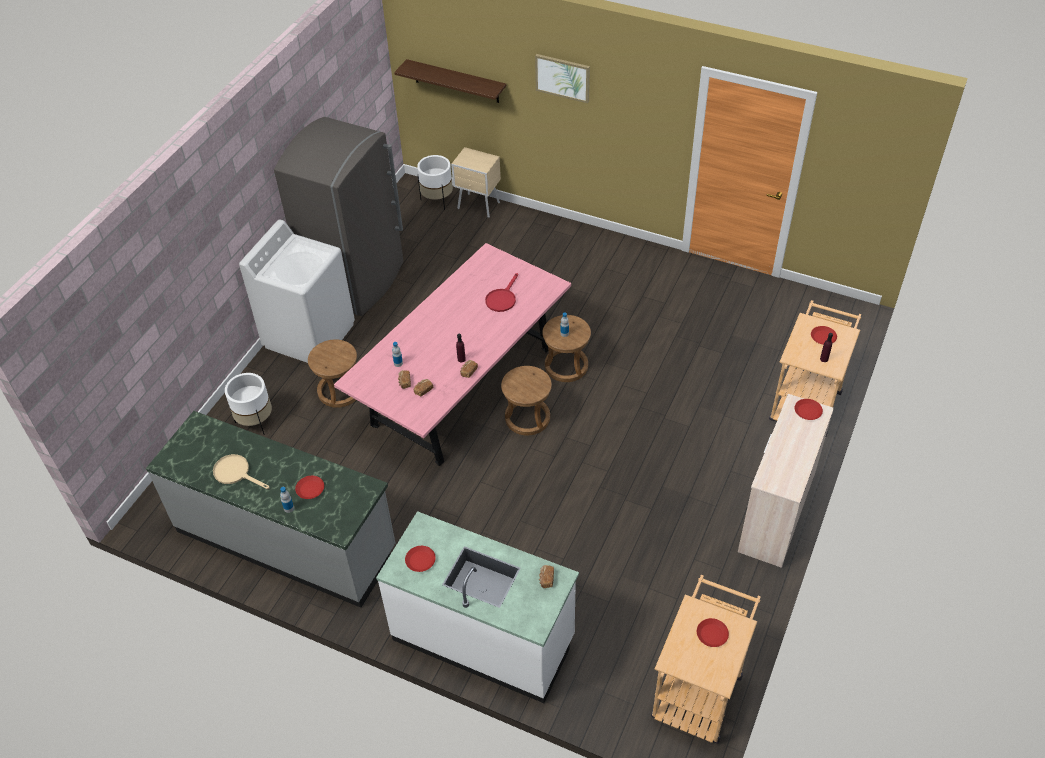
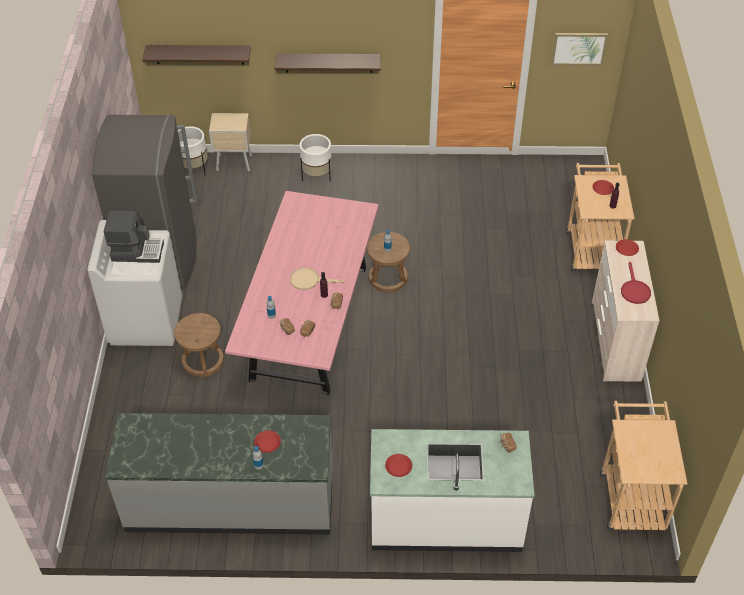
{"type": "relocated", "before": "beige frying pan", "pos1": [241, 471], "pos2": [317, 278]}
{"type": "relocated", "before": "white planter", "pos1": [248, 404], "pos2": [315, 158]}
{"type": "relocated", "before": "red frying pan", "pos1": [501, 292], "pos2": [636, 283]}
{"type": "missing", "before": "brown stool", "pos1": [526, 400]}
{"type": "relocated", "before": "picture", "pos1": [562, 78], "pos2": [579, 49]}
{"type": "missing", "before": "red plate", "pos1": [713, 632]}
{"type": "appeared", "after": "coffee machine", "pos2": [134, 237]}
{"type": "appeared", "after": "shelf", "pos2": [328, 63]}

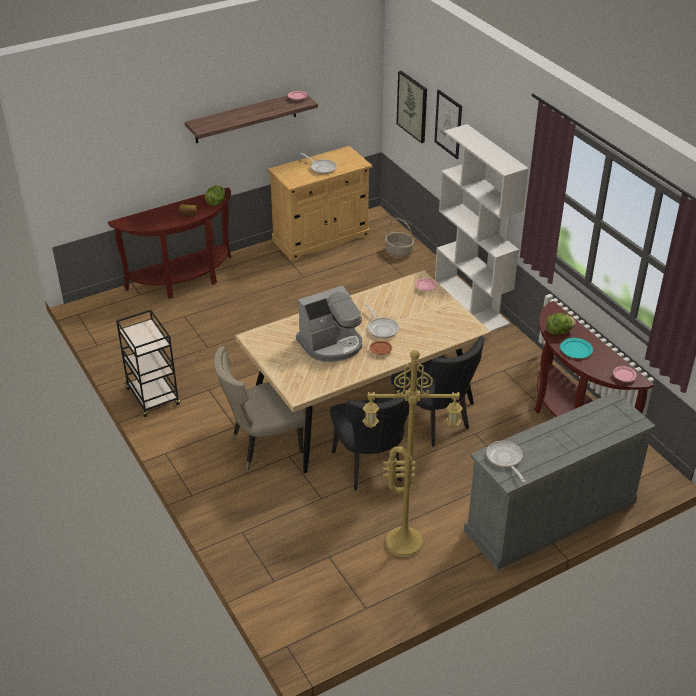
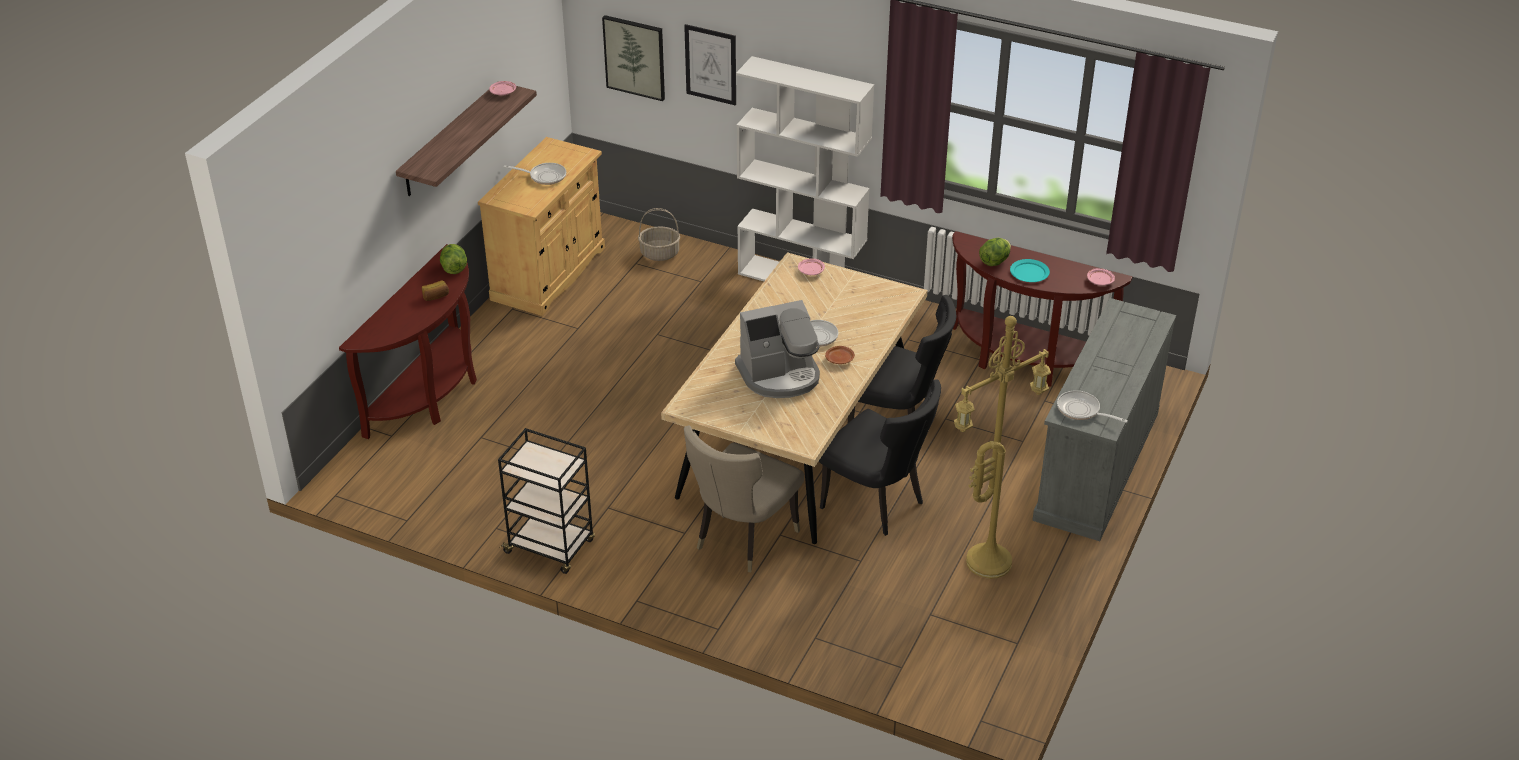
{"type": "spun", "before": "coffee machine", "pos1": [329, 323], "pos2": [777, 349], "turn": 45}

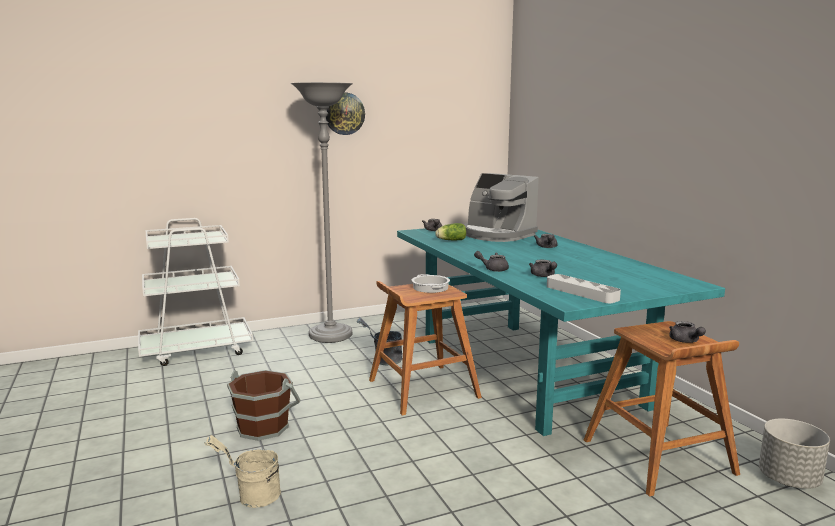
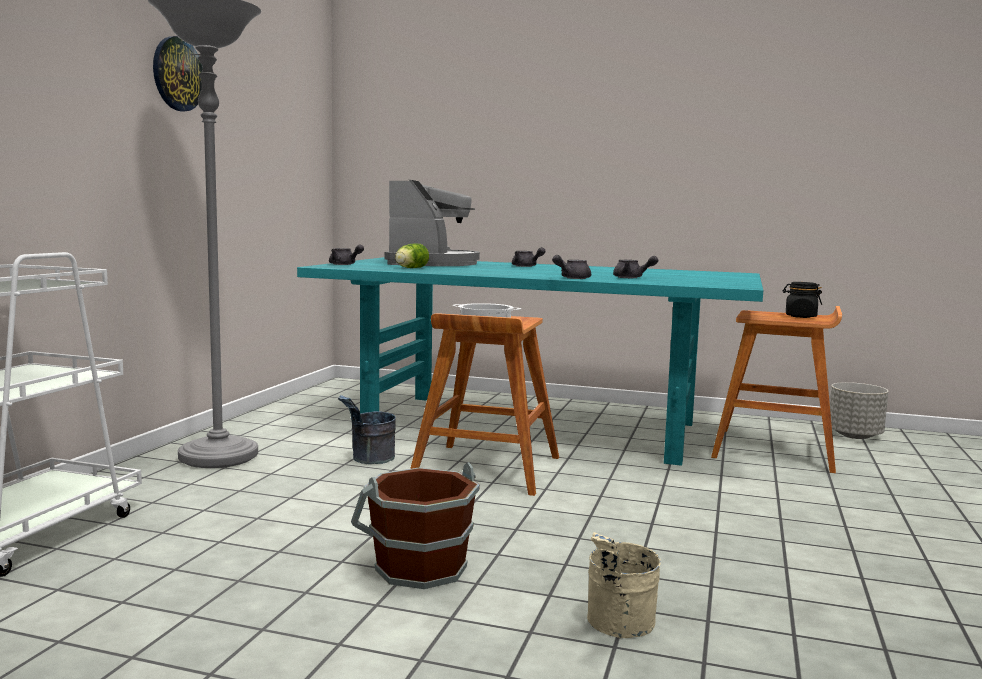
{"type": "spun", "before": "coffee machine", "pos1": [501, 207], "pos2": [432, 223], "turn": -75}
{"type": "missing", "before": "grey tray", "pos1": [584, 288]}
{"type": "exchanged", "before": "grey teapot", "after": "black jar", "pos1": [687, 332], "pos2": [802, 300]}

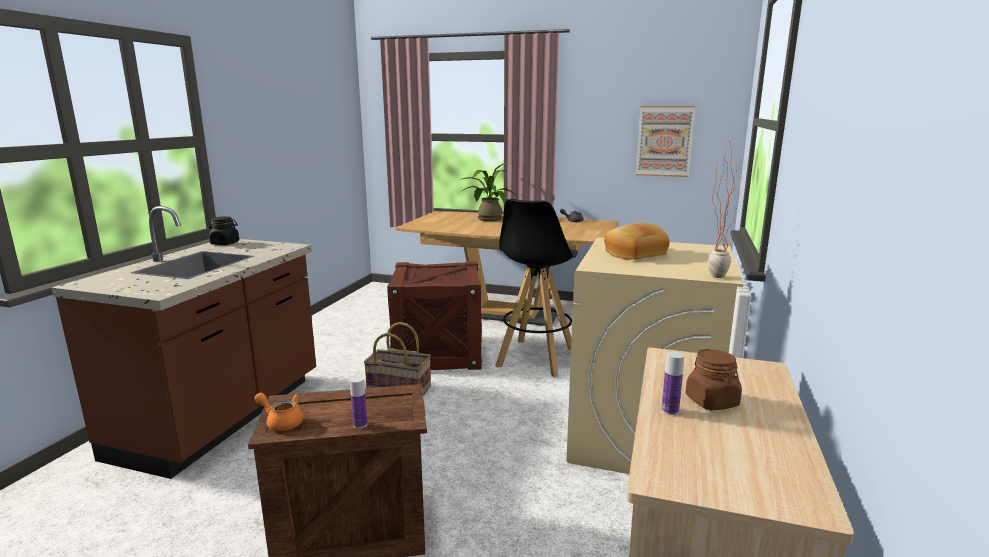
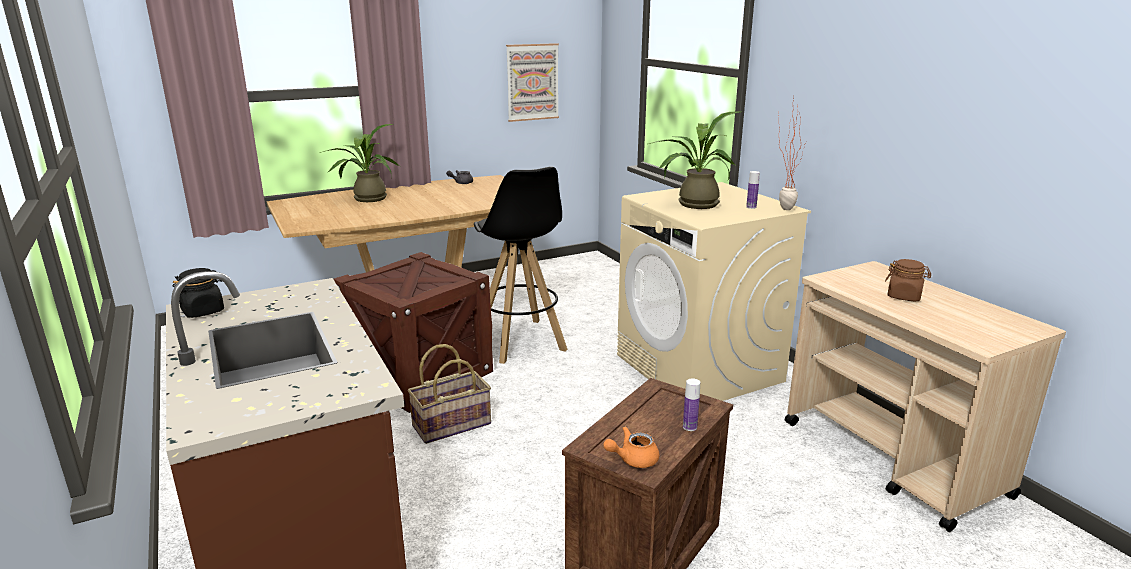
{"type": "exchanged", "before": "bread", "after": "potted plant", "pos1": [637, 241], "pos2": [695, 160]}
{"type": "relocated", "before": "bottle", "pos1": [672, 383], "pos2": [753, 190]}

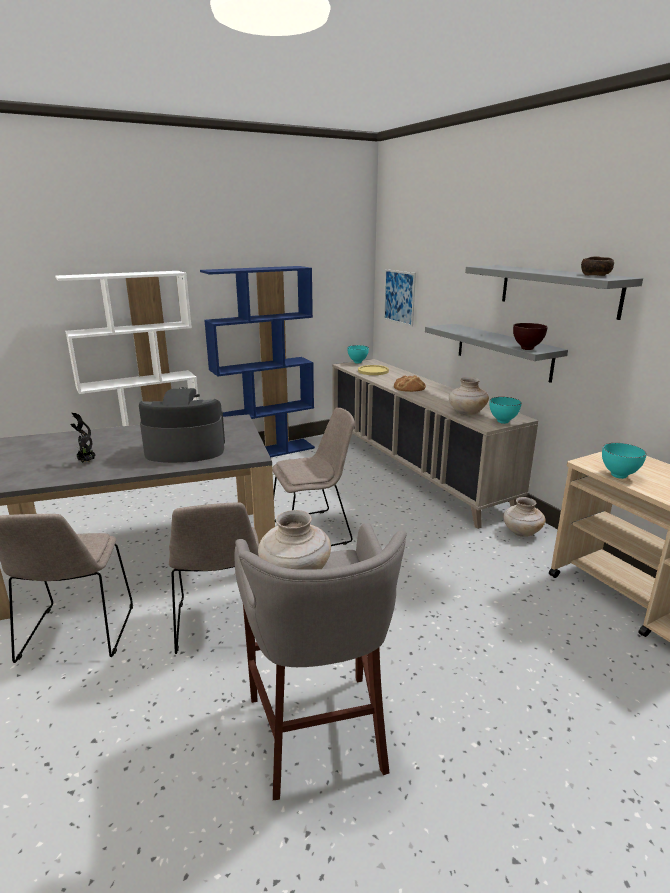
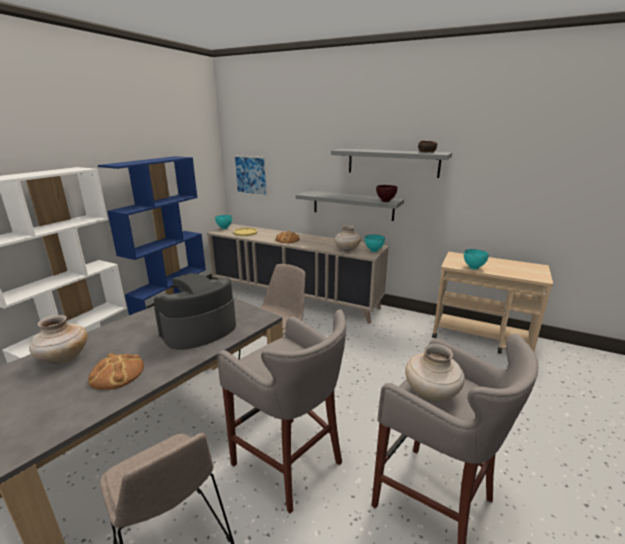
{"type": "exchanged", "before": "potted plant", "after": "bread", "pos1": [82, 438], "pos2": [116, 371]}
{"type": "exchanged", "before": "beige chair", "after": "grey stool", "pos1": [214, 578], "pos2": [281, 411]}
{"type": "relocated", "before": "beige vase", "pos1": [524, 517], "pos2": [58, 339]}

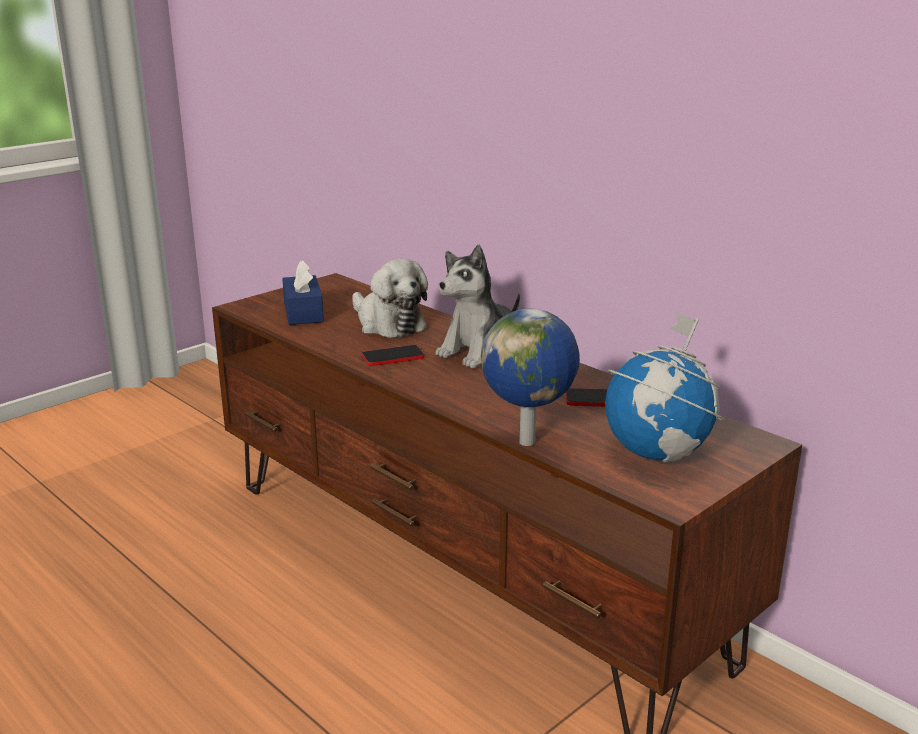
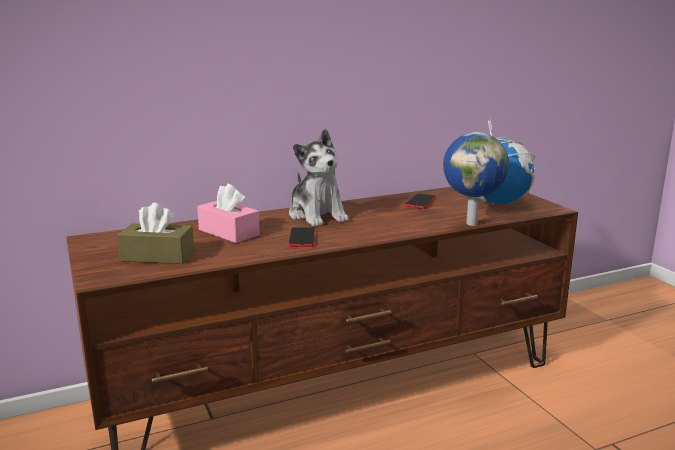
{"type": "colour", "before": "blue tissue box", "after": "brown tissue box", "pos1": [303, 292], "pos2": [155, 233]}
{"type": "exchanged", "before": "plush toy", "after": "pink tissue box", "pos1": [390, 298], "pos2": [228, 213]}

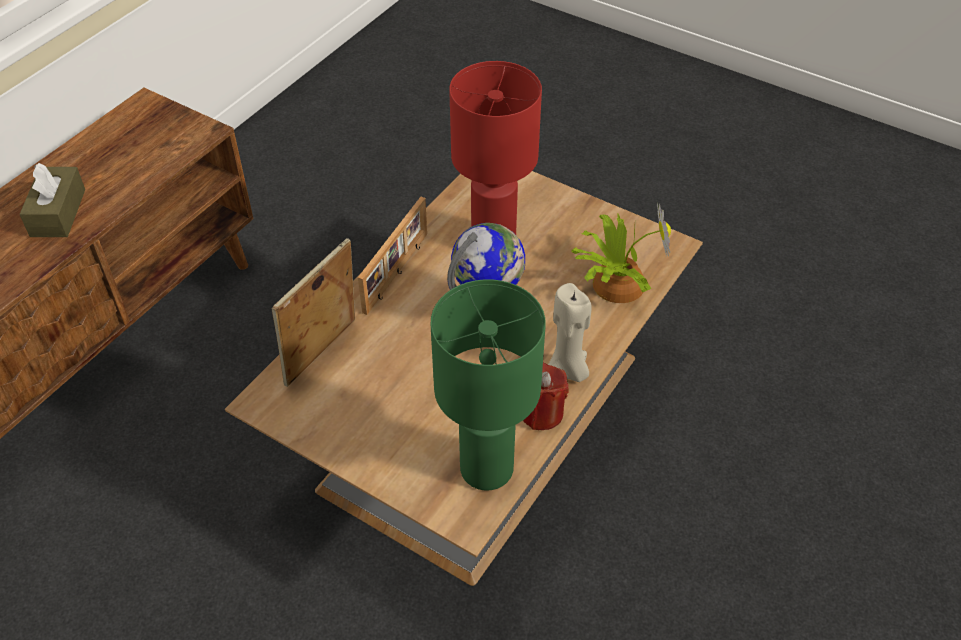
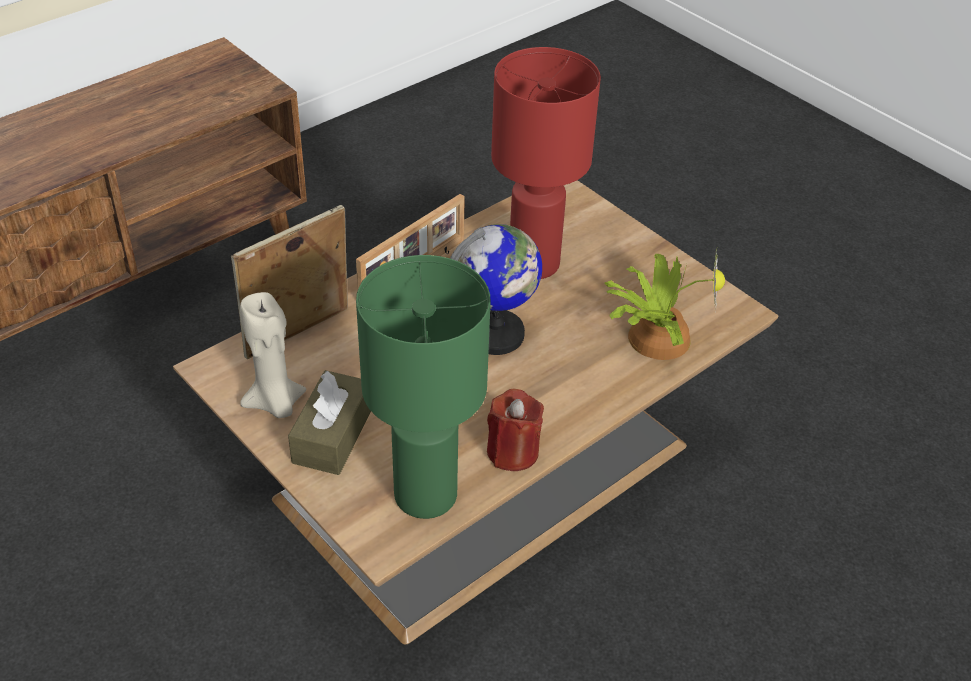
{"type": "relocated", "before": "brown tissue box", "pos1": [52, 200], "pos2": [329, 422]}
{"type": "relocated", "before": "beige candle", "pos1": [570, 332], "pos2": [273, 355]}

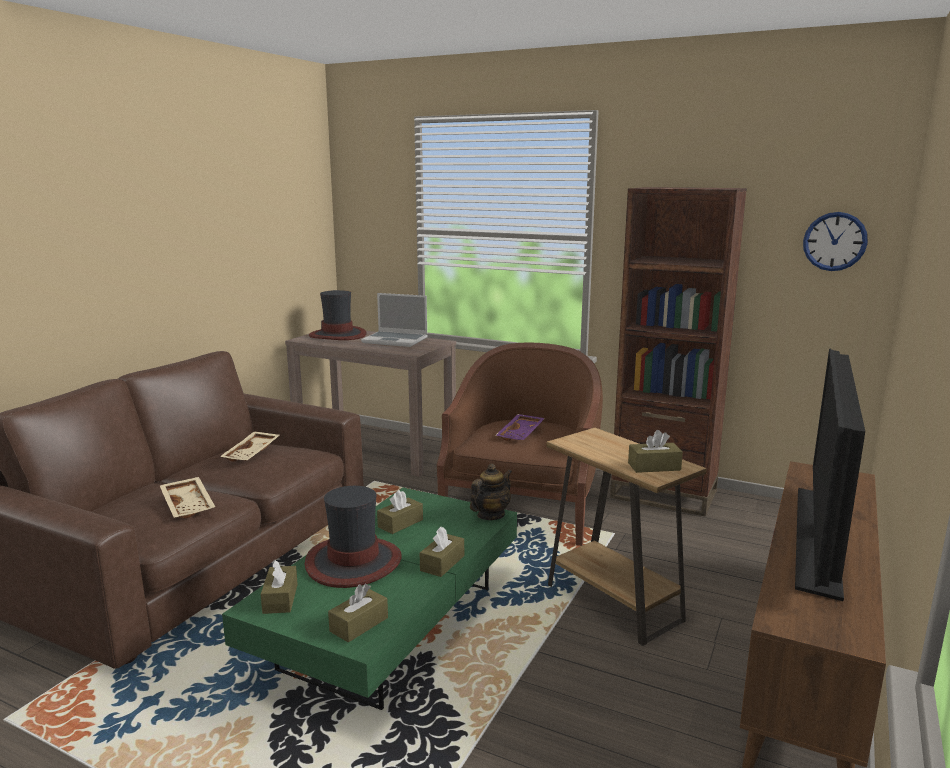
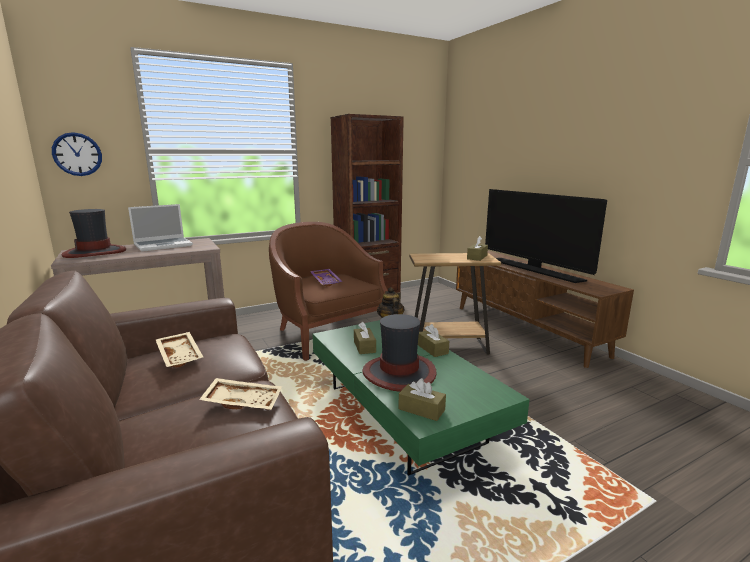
{"type": "missing", "before": "brown tissue box", "pos1": [358, 613]}
{"type": "relocated", "before": "wall clock", "pos1": [835, 241], "pos2": [77, 154]}

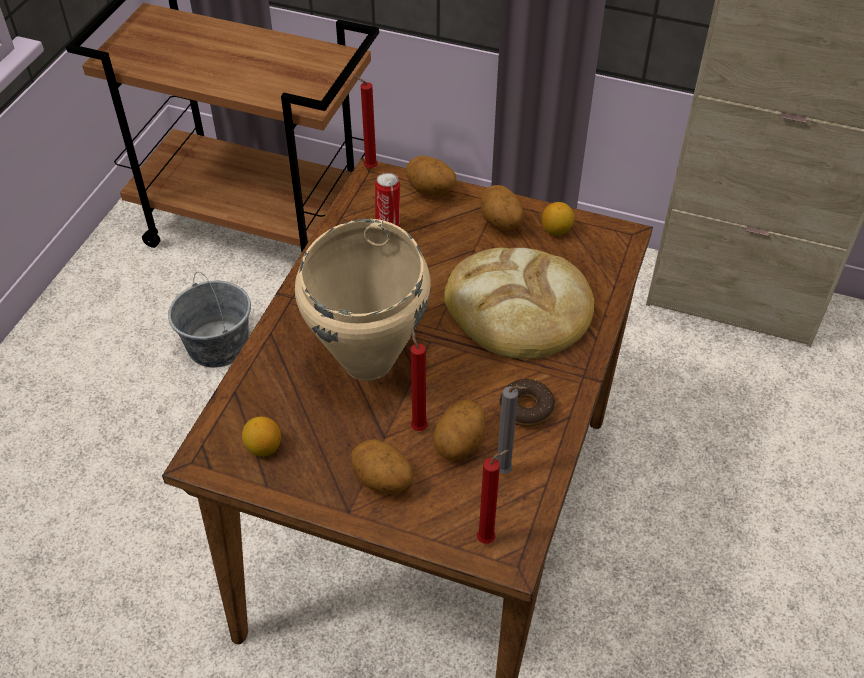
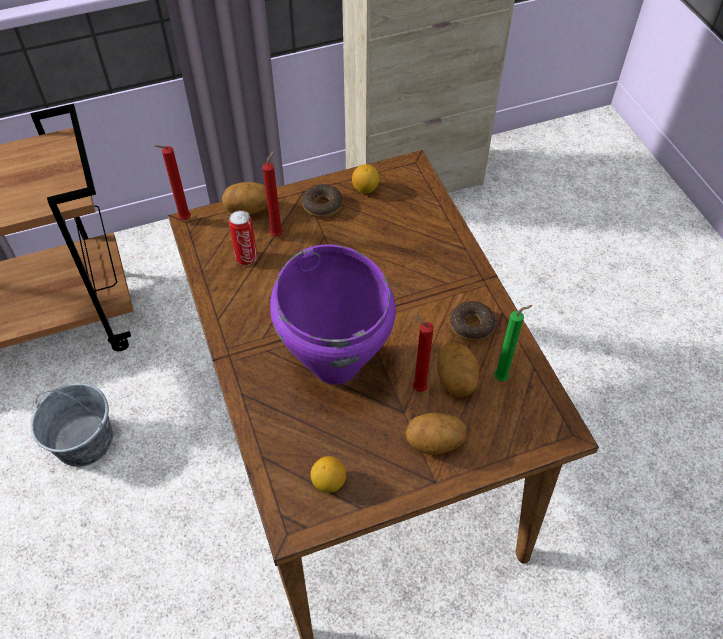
{"type": "colour", "before": "beige cooking pot", "after": "purple cooking pot", "pos1": [363, 300], "pos2": [333, 314]}
{"type": "missing", "before": "bread", "pos1": [519, 303]}
{"type": "relocated", "before": "red candle", "pos1": [493, 497], "pos2": [272, 193]}
{"type": "exchanged", "before": "potato", "after": "donut", "pos1": [502, 207], "pos2": [322, 201]}
{"type": "colour", "before": "grey candle", "after": "green candle", "pos1": [512, 429], "pos2": [513, 343]}

